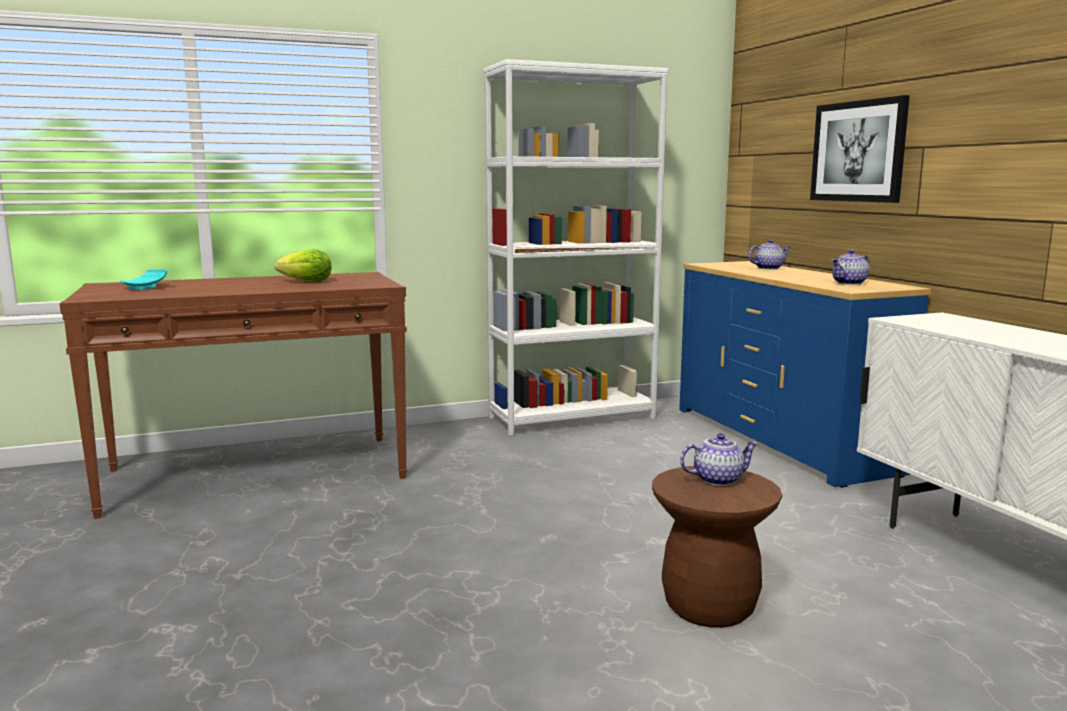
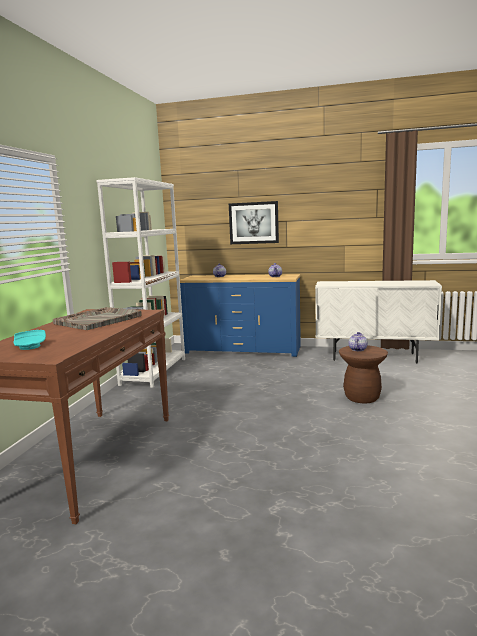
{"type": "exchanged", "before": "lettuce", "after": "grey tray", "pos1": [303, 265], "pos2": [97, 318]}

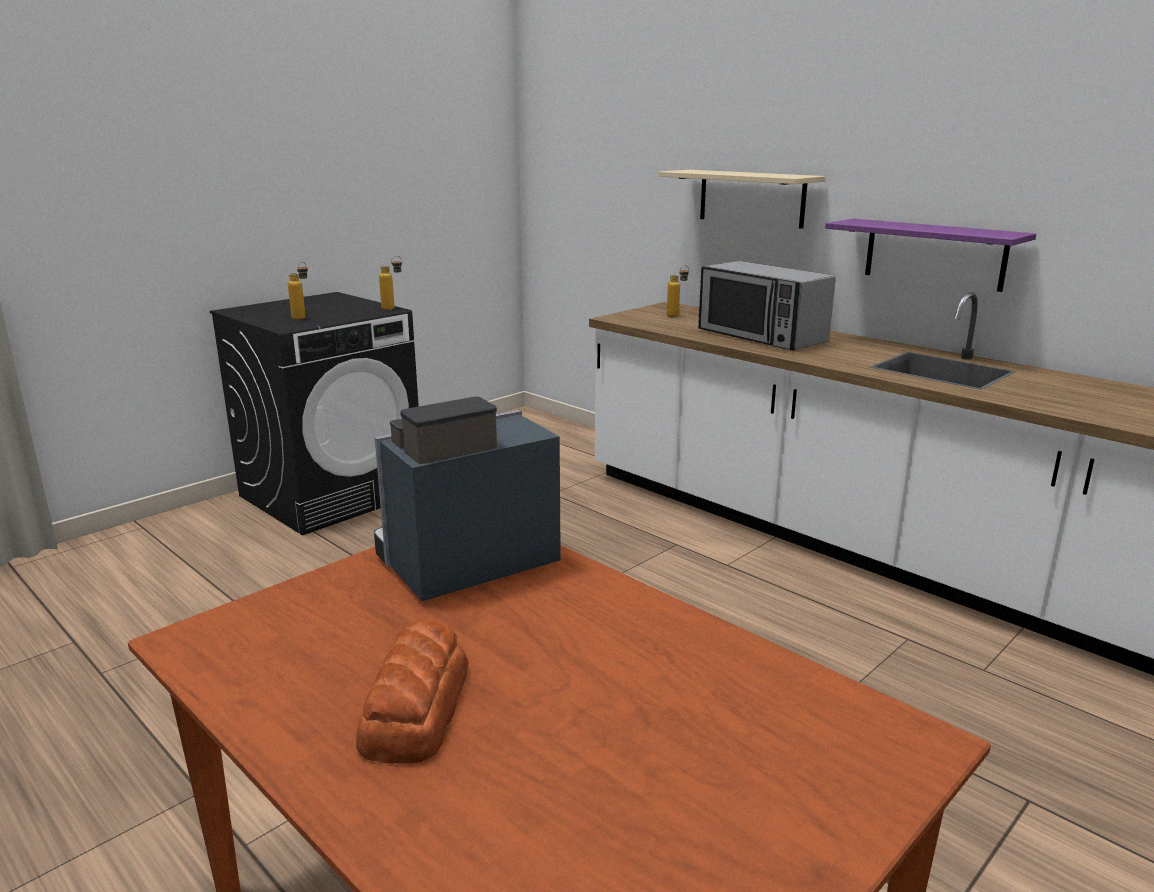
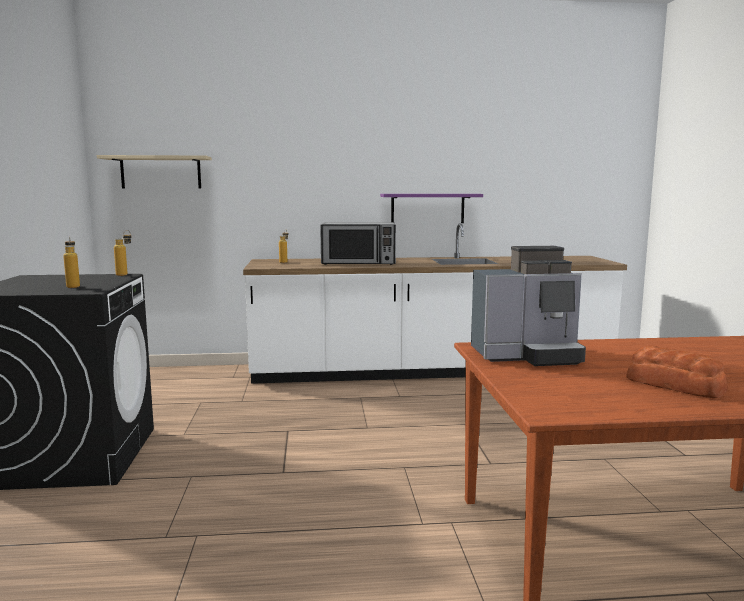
{"type": "spun", "before": "coffee machine", "pos1": [467, 498], "pos2": [528, 306], "turn": -105}
{"type": "relocated", "before": "beige shelf", "pos1": [742, 199], "pos2": [154, 172]}

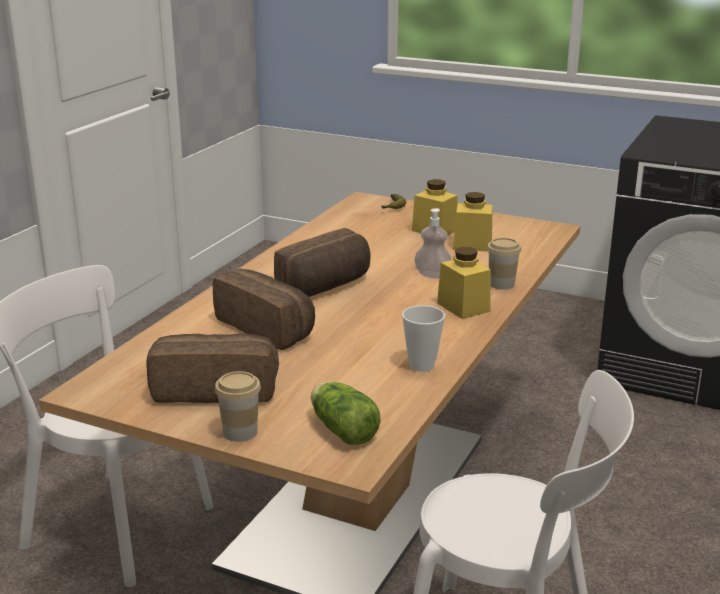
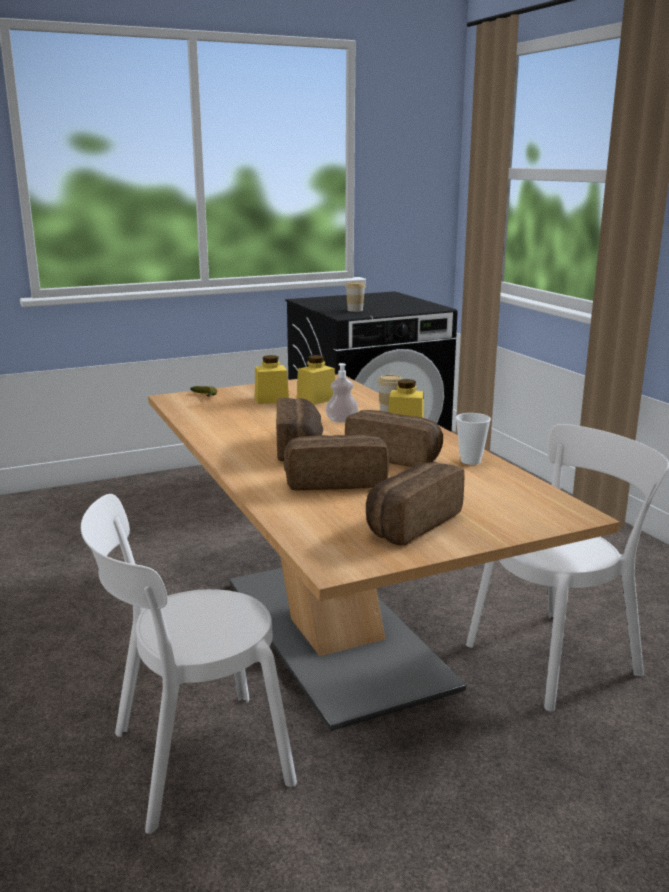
{"type": "relocated", "before": "cup", "pos1": [238, 406], "pos2": [355, 297]}
{"type": "missing", "before": "lettuce", "pos1": [346, 413]}
{"type": "appeared", "after": "bread", "pos2": [394, 438]}

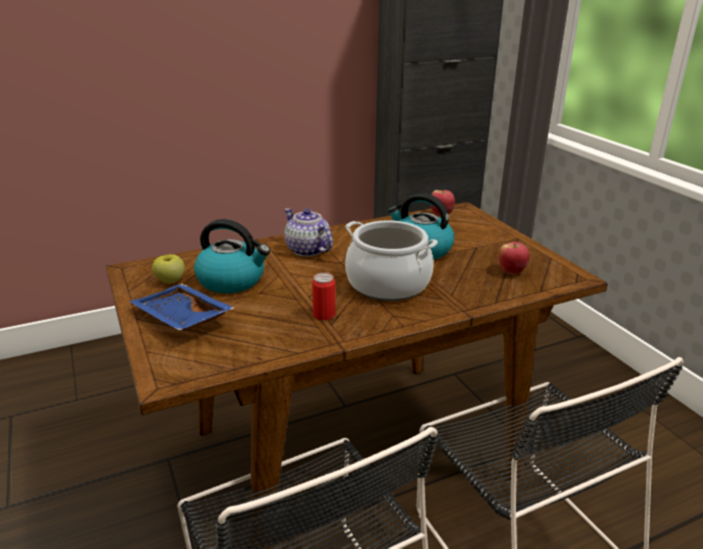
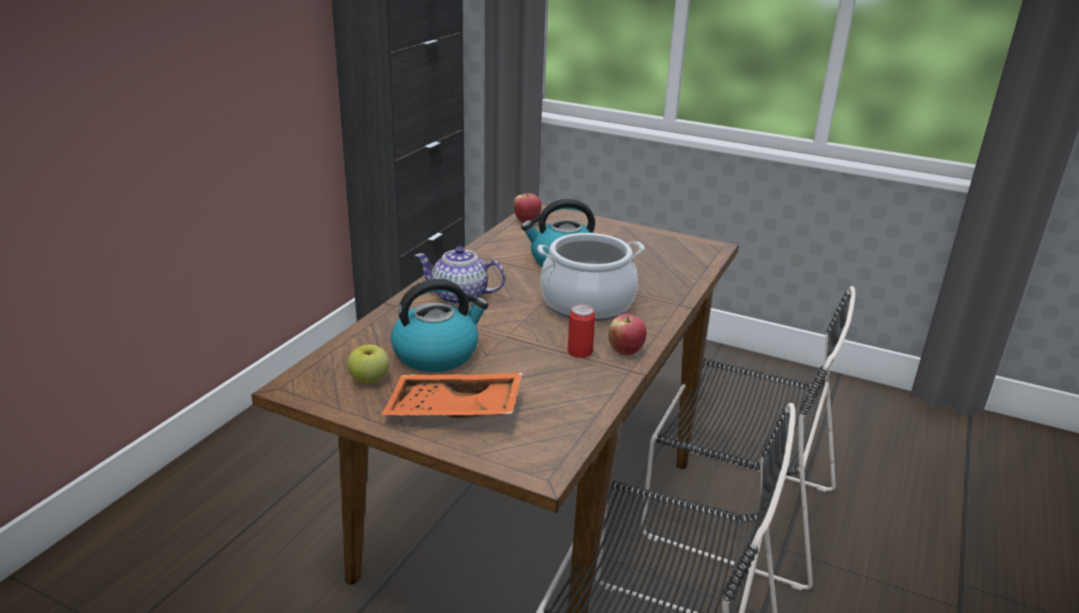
{"type": "colour", "before": "blue tray", "after": "orange tray", "pos1": [181, 307], "pos2": [452, 395]}
{"type": "relocated", "before": "apple", "pos1": [513, 258], "pos2": [627, 335]}

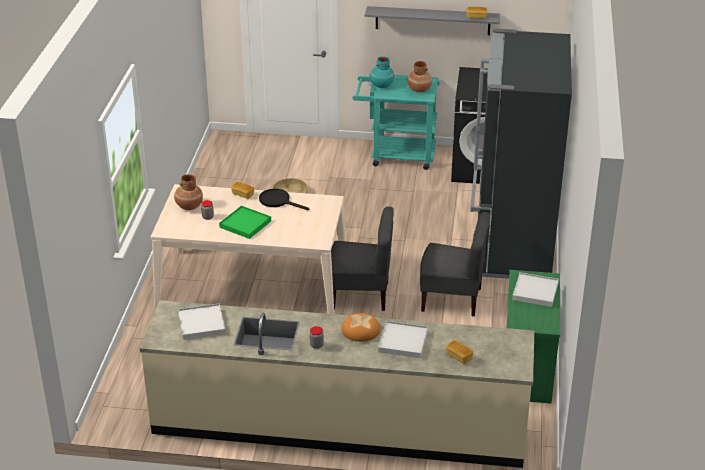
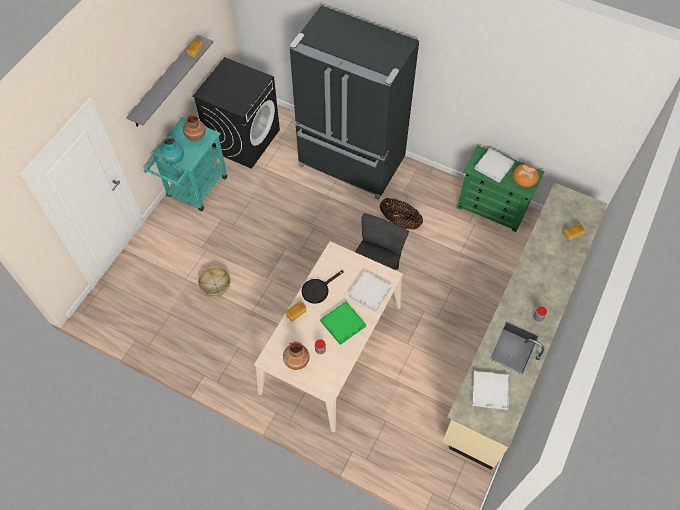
{"type": "relocated", "before": "bread", "pos1": [361, 327], "pos2": [526, 175]}
{"type": "relocated", "before": "white tray", "pos1": [403, 339], "pos2": [370, 291]}
{"type": "exchanged", "before": "grey chair", "after": "basket", "pos1": [455, 264], "pos2": [401, 214]}

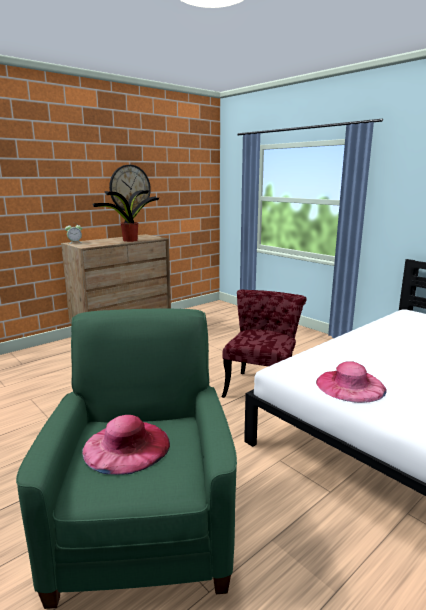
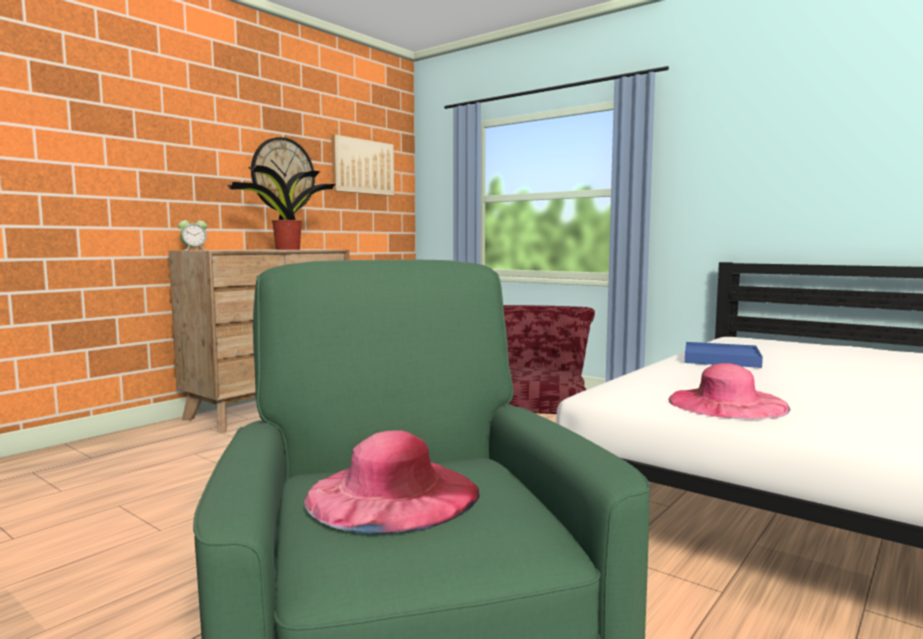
{"type": "appeared", "after": "picture", "pos2": [362, 165]}
{"type": "appeared", "after": "blue tray", "pos2": [724, 355]}

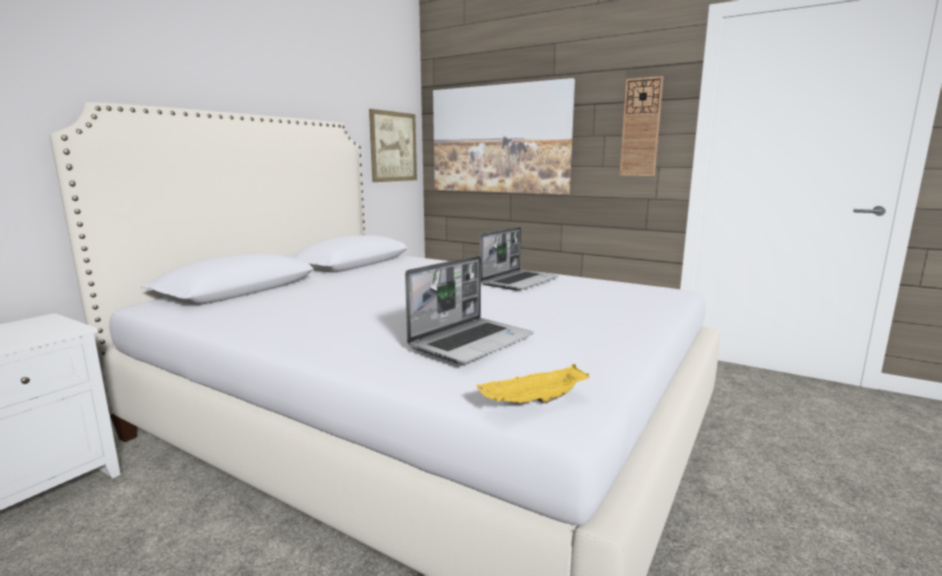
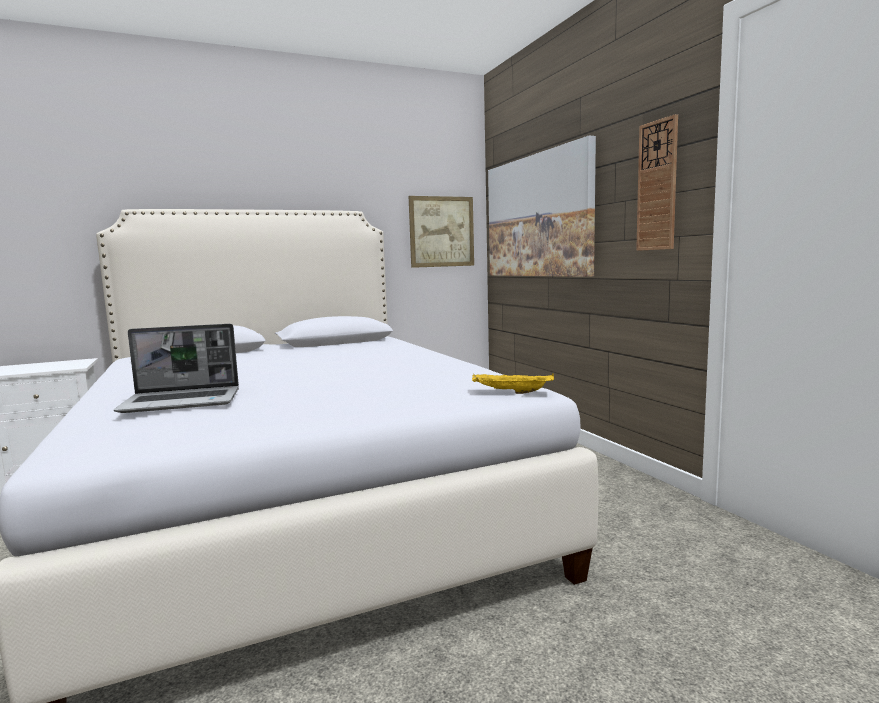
{"type": "relocated", "before": "yellow tray", "pos1": [533, 384], "pos2": [513, 384]}
{"type": "missing", "before": "laptop", "pos1": [519, 259]}

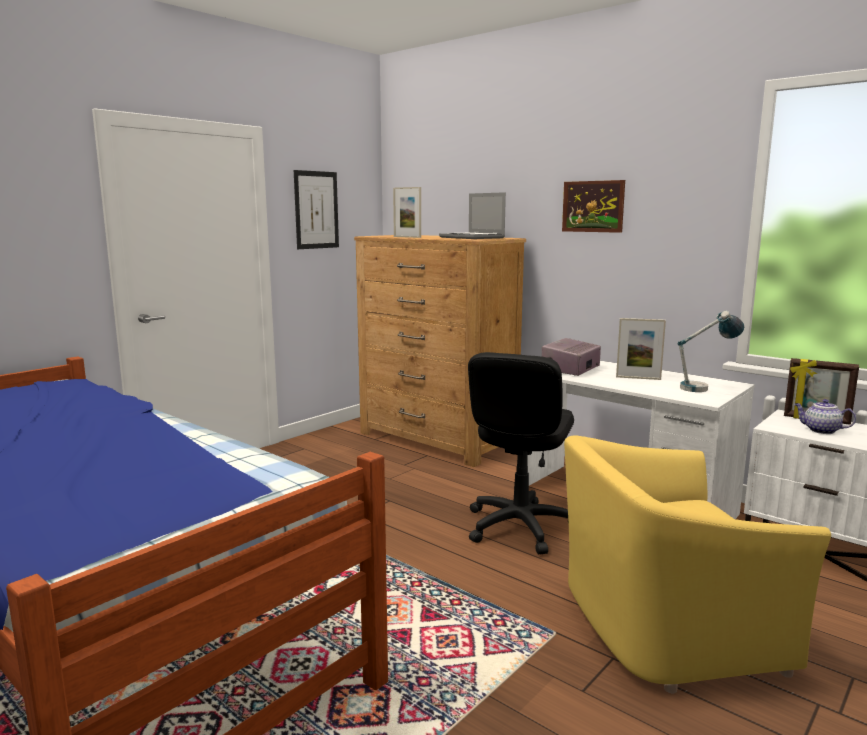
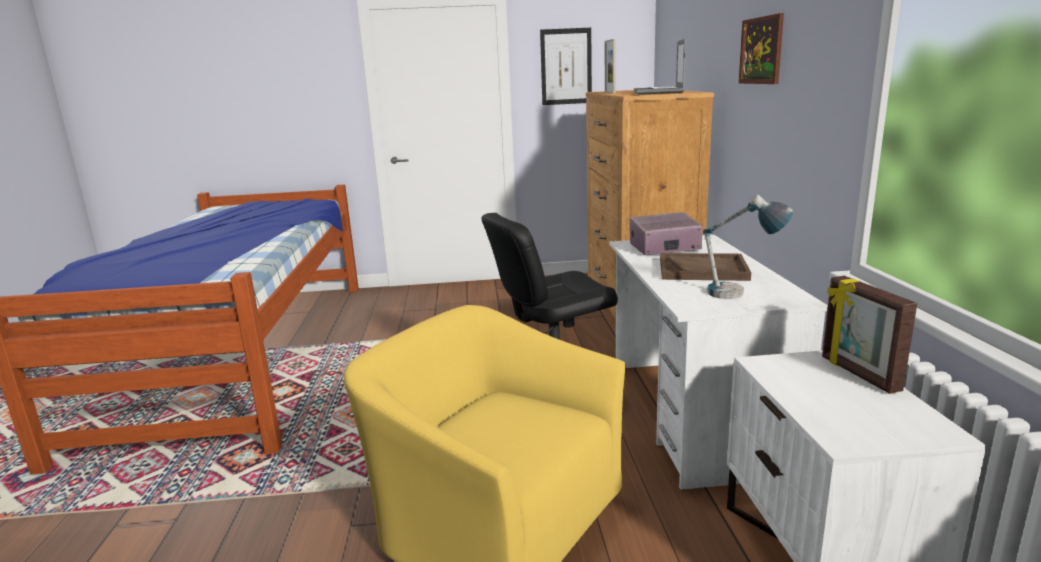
{"type": "exchanged", "before": "picture frame", "after": "brown tray", "pos1": [641, 349], "pos2": [705, 267]}
{"type": "missing", "before": "teapot", "pos1": [825, 416]}

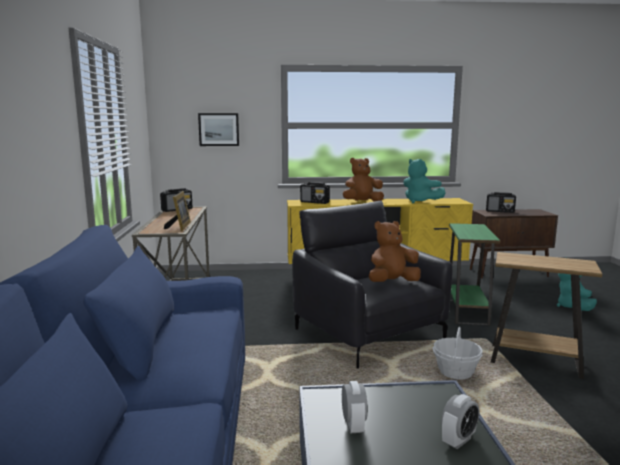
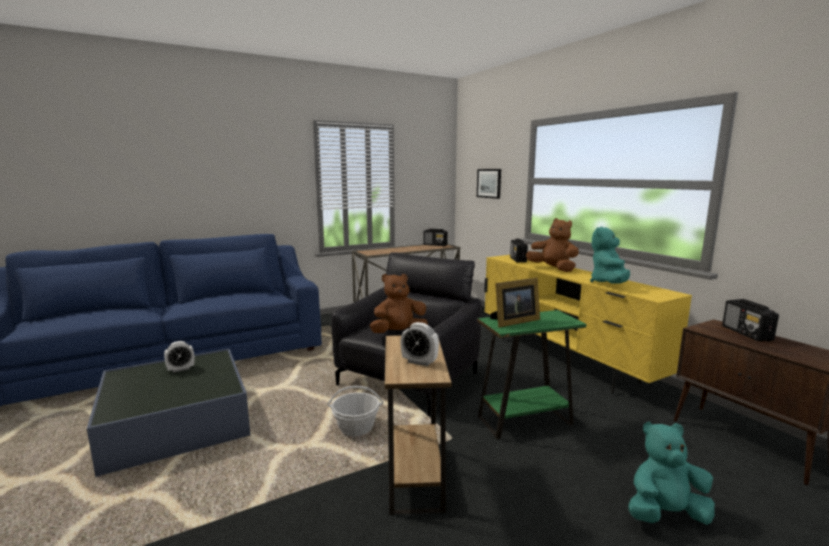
{"type": "relocated", "before": "picture frame", "pos1": [177, 211], "pos2": [515, 303]}
{"type": "spun", "before": "brown plush toy", "pos1": [395, 251], "pos2": [399, 303], "turn": -60}
{"type": "relocated", "before": "alarm clock", "pos1": [460, 421], "pos2": [419, 344]}

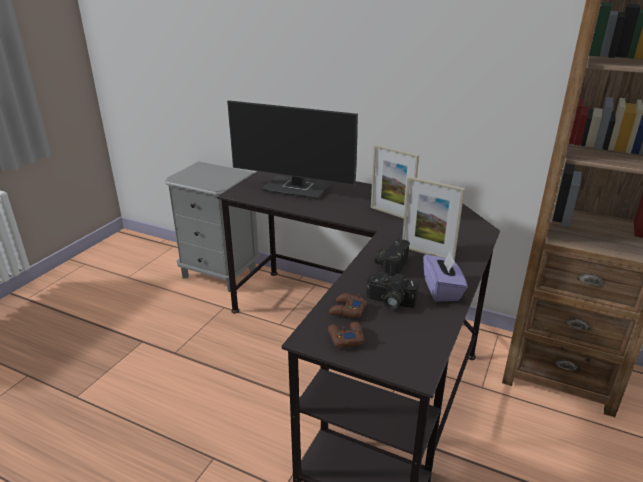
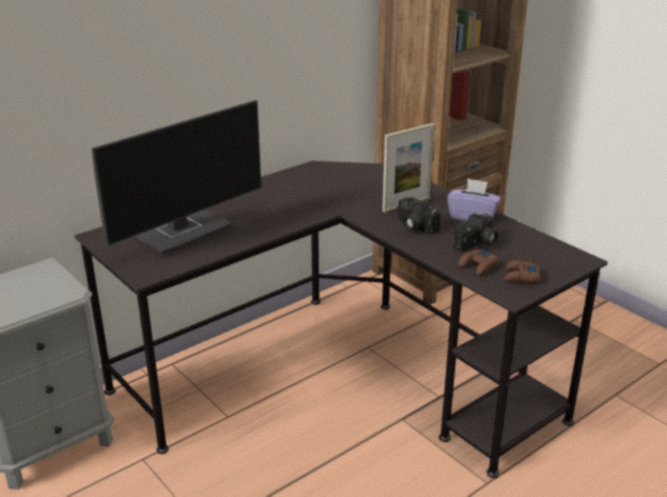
{"type": "missing", "before": "picture frame", "pos1": [395, 182]}

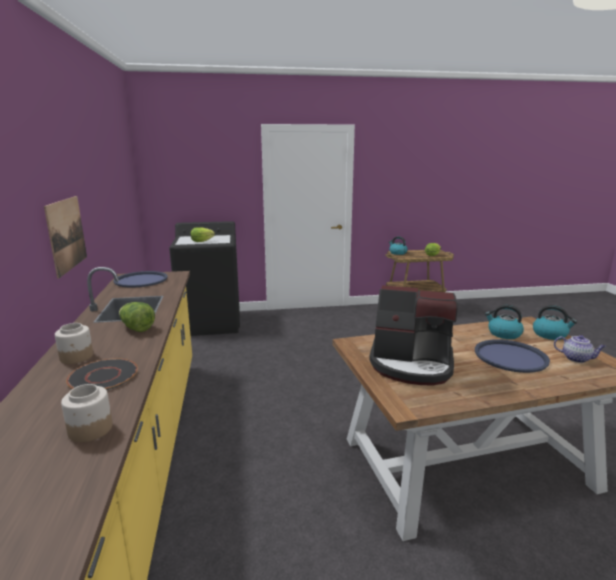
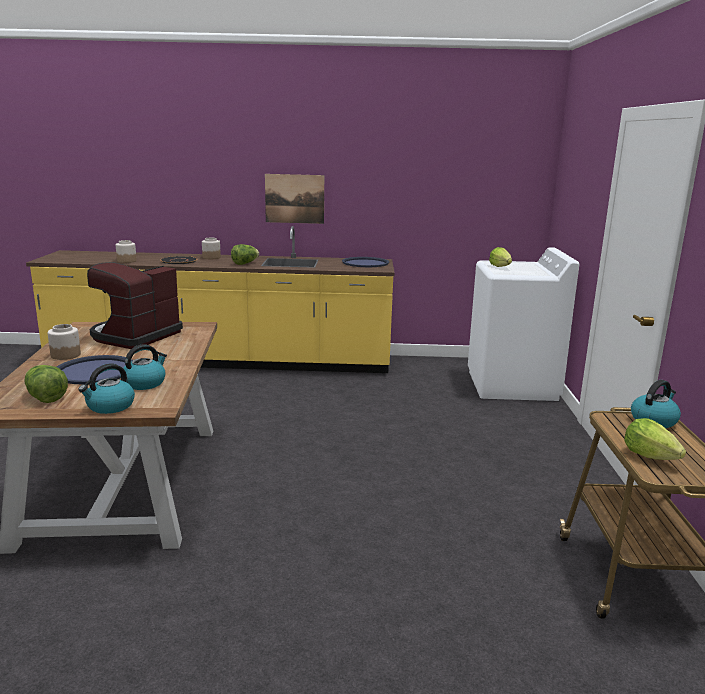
{"type": "colour", "before": "black washing machine", "after": "white washing machine", "pos1": [204, 278], "pos2": [523, 324]}
{"type": "exchanged", "before": "teapot", "after": "lettuce", "pos1": [580, 349], "pos2": [46, 384]}
{"type": "appeared", "after": "jar", "pos2": [64, 342]}

